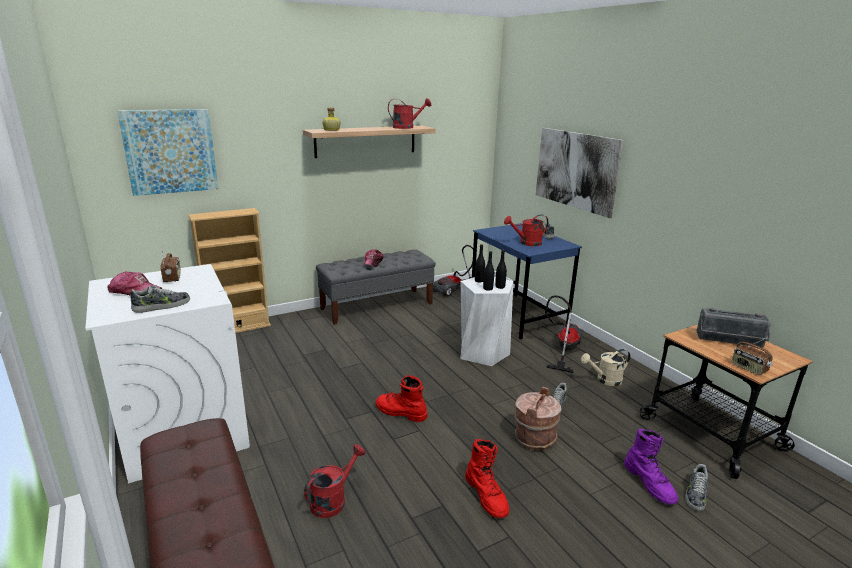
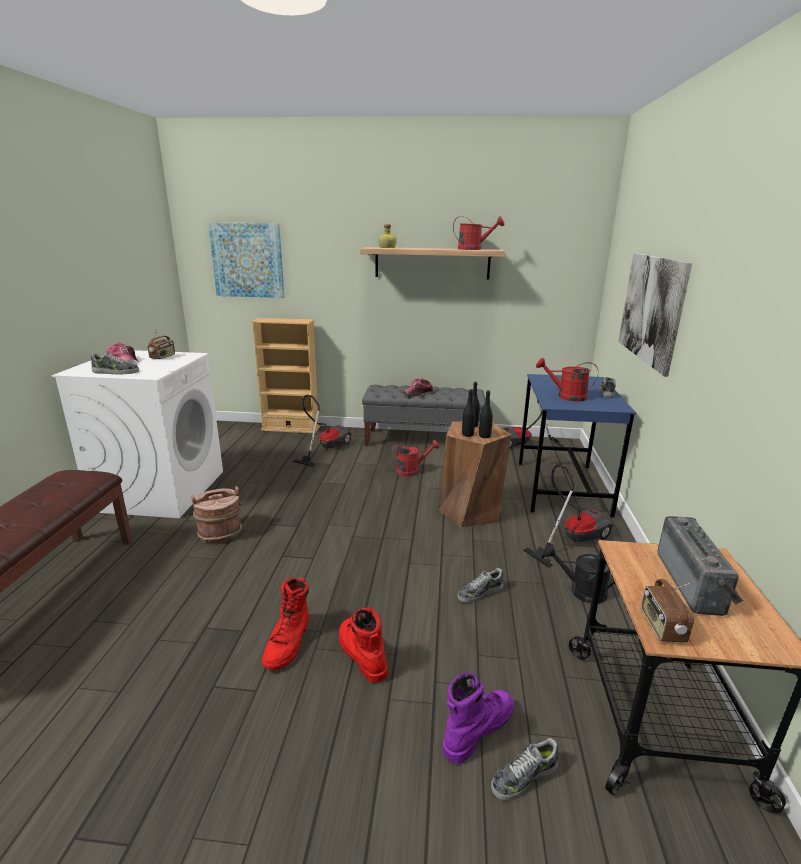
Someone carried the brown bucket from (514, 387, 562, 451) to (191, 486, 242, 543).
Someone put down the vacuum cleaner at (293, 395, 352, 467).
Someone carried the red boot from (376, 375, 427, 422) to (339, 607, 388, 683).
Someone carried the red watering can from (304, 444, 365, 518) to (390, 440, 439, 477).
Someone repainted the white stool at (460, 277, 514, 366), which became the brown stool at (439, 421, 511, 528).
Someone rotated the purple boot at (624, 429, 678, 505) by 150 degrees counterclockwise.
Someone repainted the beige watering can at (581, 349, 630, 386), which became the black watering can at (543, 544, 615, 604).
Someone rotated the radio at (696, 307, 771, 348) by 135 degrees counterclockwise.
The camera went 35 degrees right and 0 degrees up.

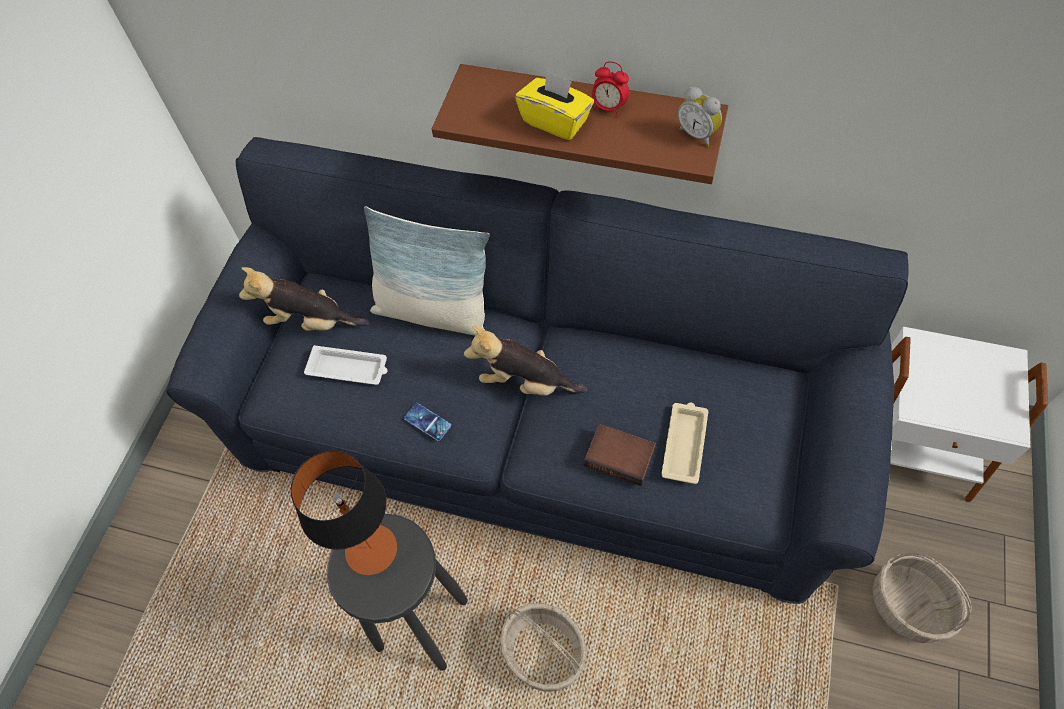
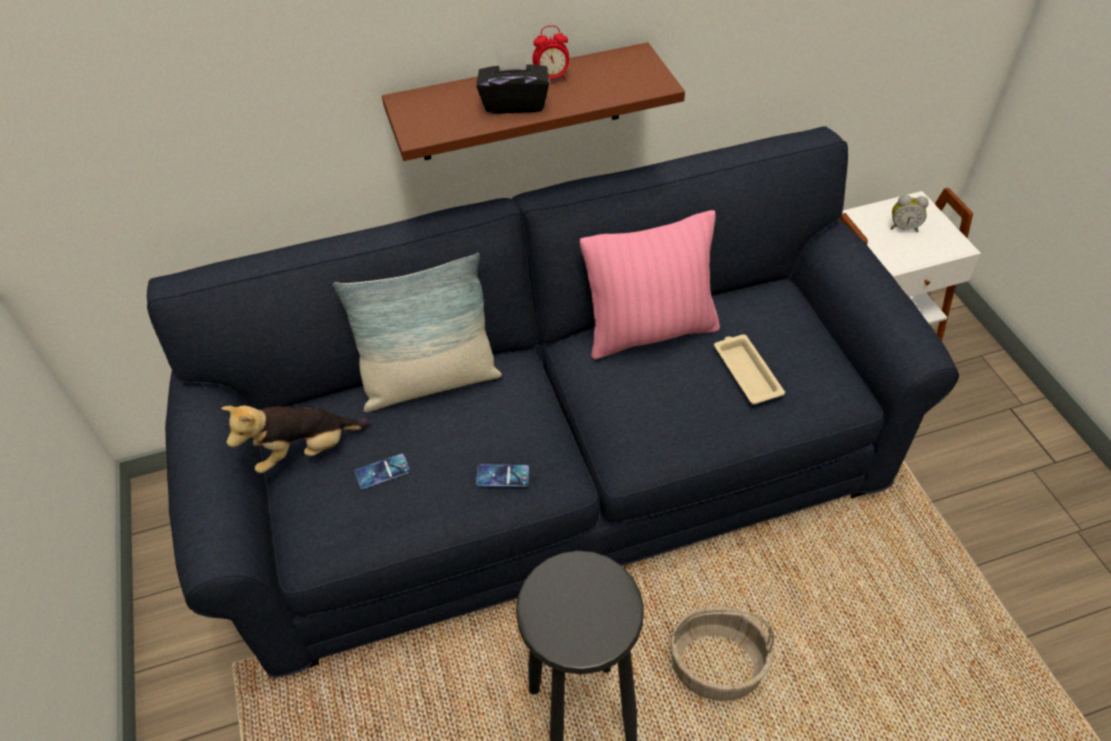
Someone swapped the white tray at (304, 345, 388, 385) for the phone at (355, 454, 410, 489).
Someone repainted the yellow tissue box at (515, 70, 594, 140), which became the black tissue box at (477, 50, 549, 114).
Someone put down the pink pillow at (580, 210, 720, 360).
Someone carried the alarm clock from (678, 87, 722, 146) to (890, 195, 929, 232).
Someone took away the table lamp at (291, 450, 397, 575).
Someone took away the plush toy at (464, 326, 587, 396).
Someone took away the book at (583, 424, 656, 486).
Someone took away the basket at (872, 552, 972, 643).
The camera went 35 degrees left and 10 degrees down.

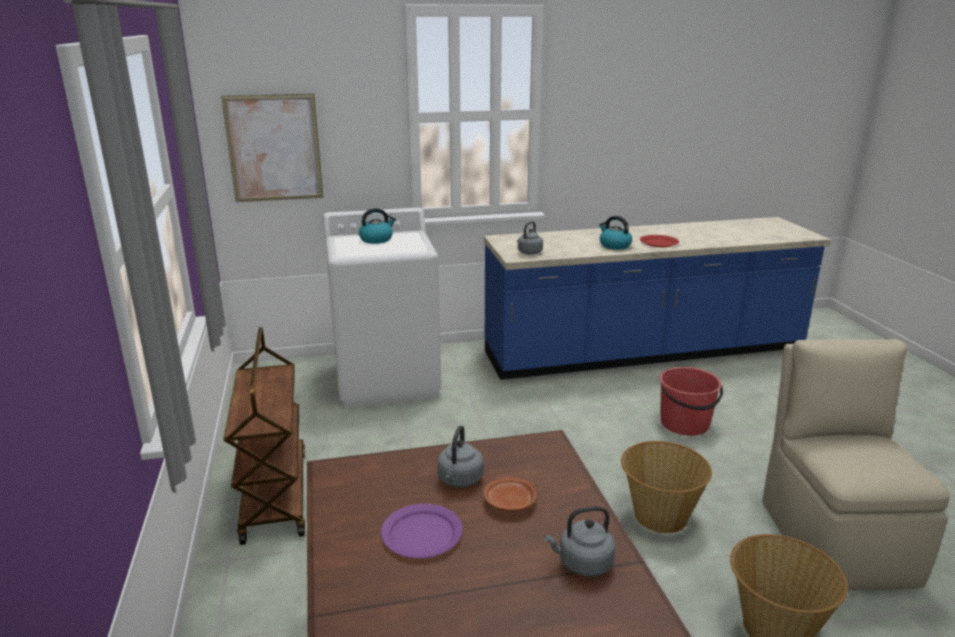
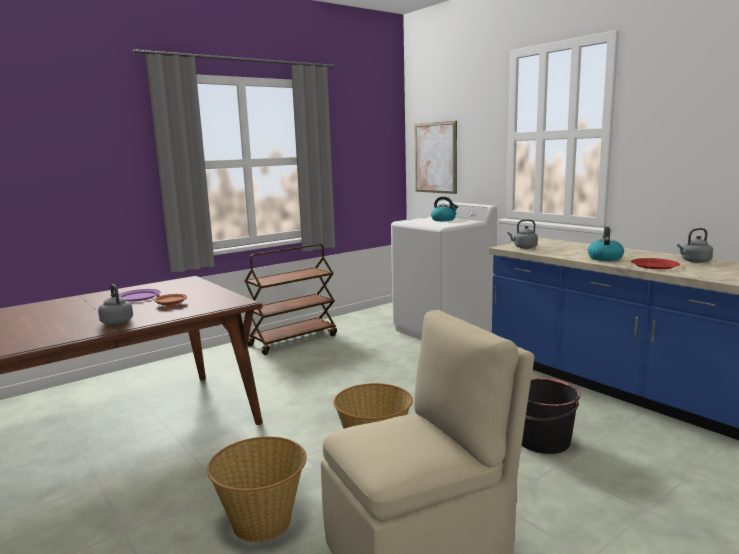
Someone repainted the red bucket at (659, 367, 723, 436), which became the black bucket at (522, 378, 580, 454).
Someone carried the grey kettle from (437, 425, 484, 488) to (677, 228, 713, 263).
The camera went 65 degrees right and 10 degrees down.

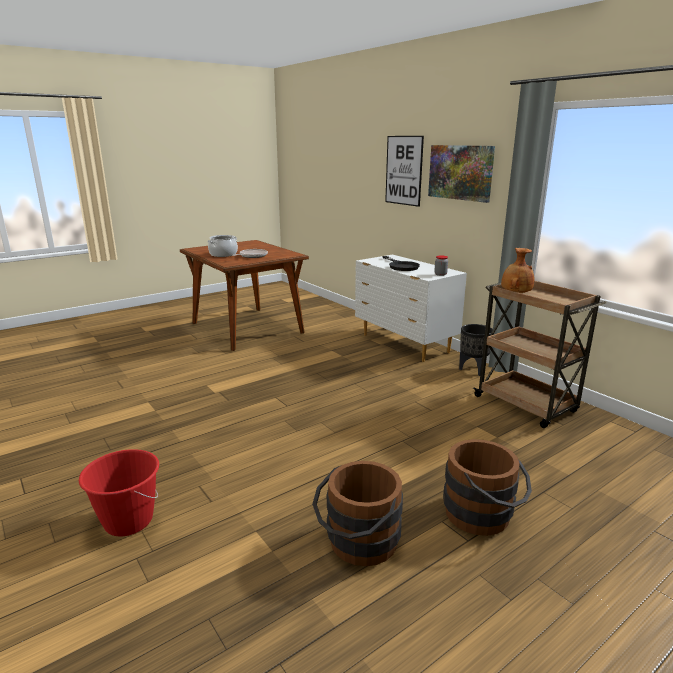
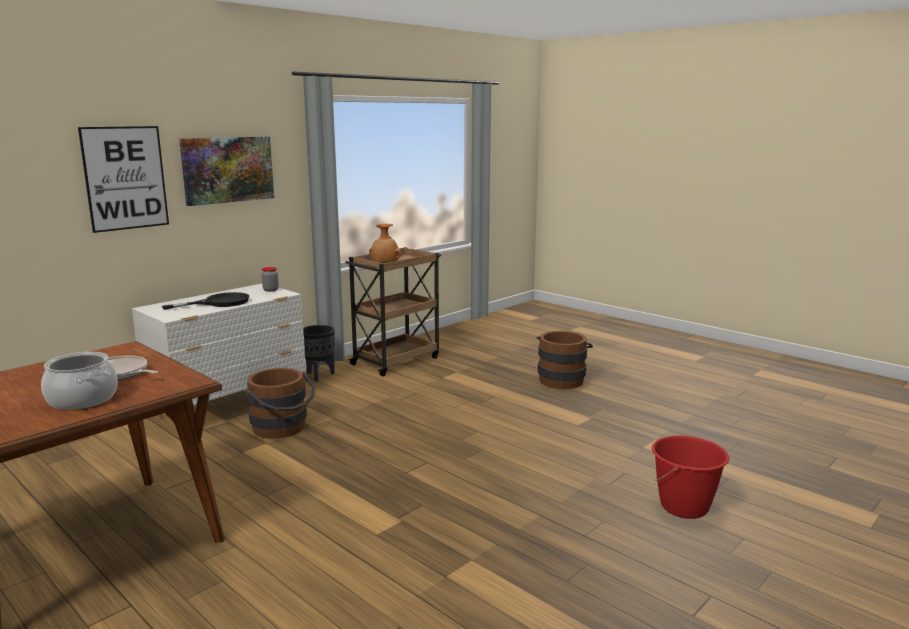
Someone carried the brown bucket from (312, 461, 403, 566) to (247, 368, 315, 439).
The camera went 100 degrees left and 5 degrees down.

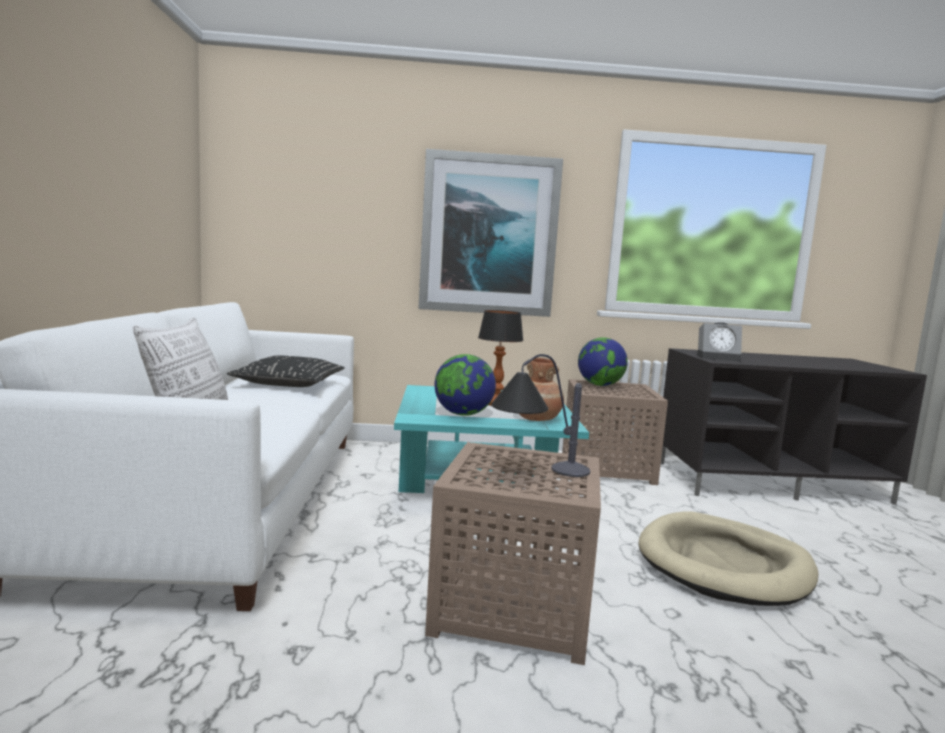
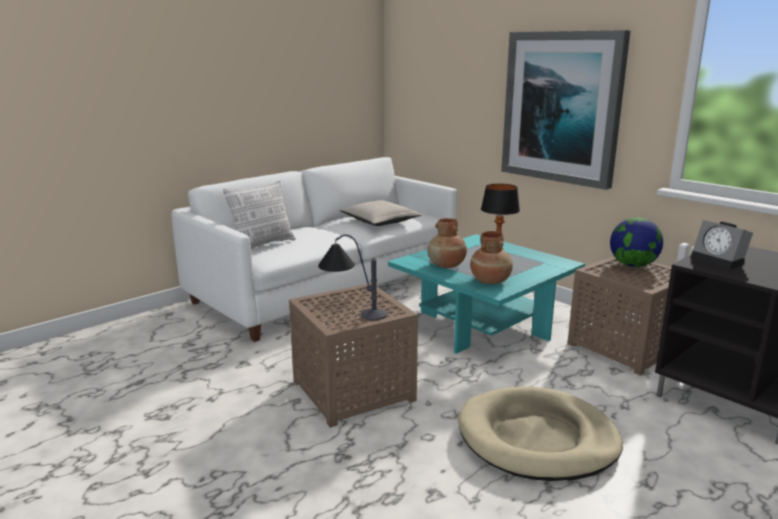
Someone repainted the black pillow at (227, 355, 345, 387), which became the beige pillow at (340, 200, 422, 226).
Someone swapped the globe at (434, 354, 496, 416) for the brown vase at (427, 218, 467, 268).
The camera went 50 degrees right and 10 degrees up.

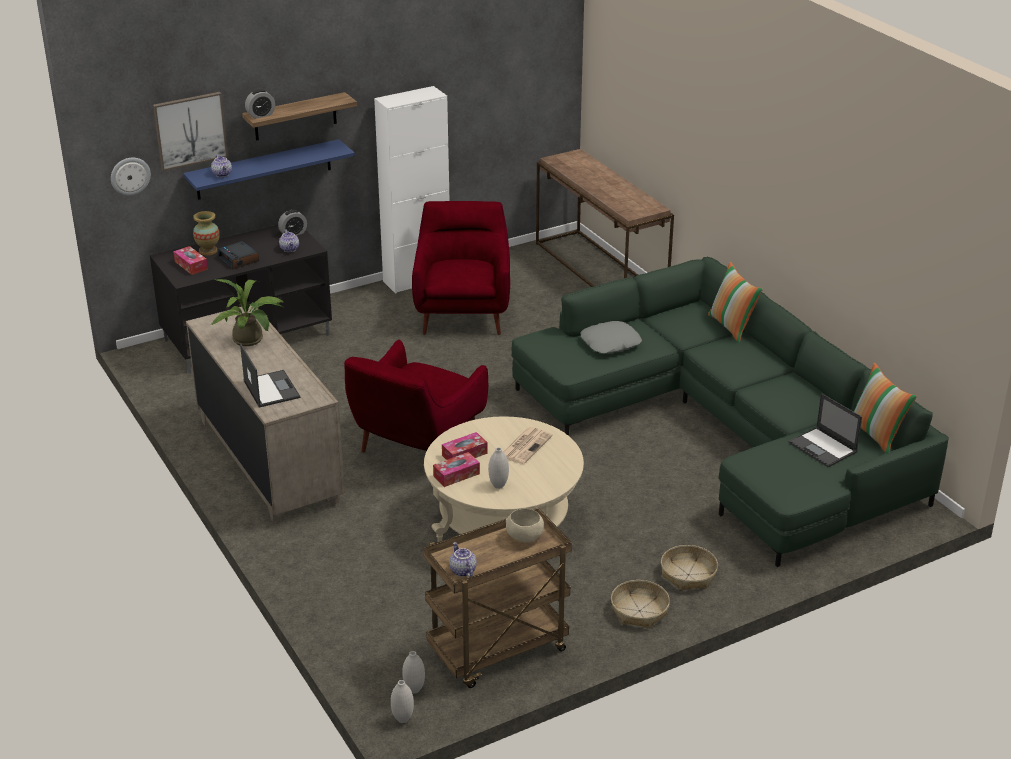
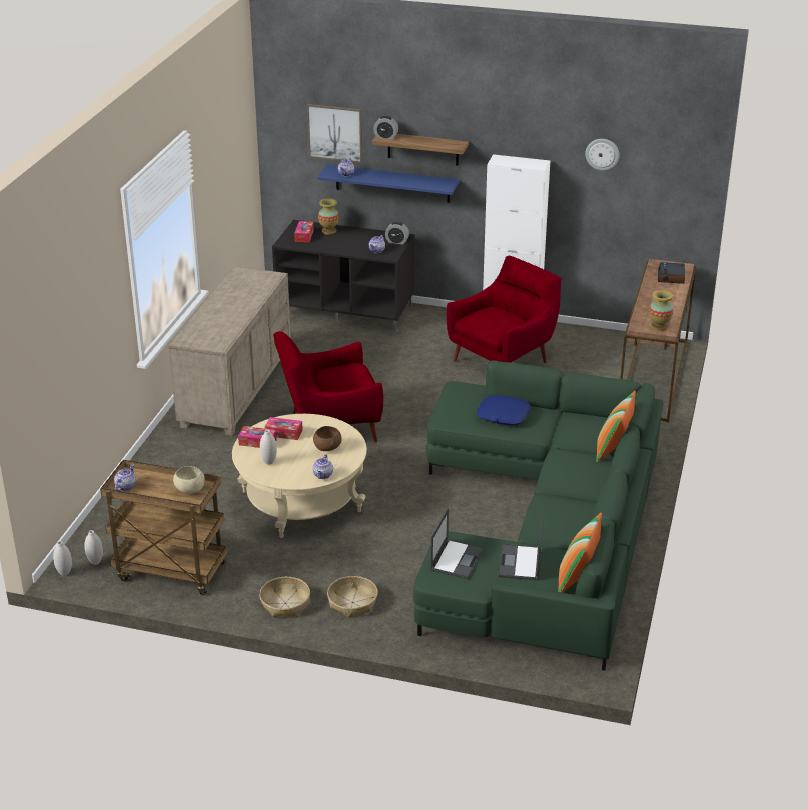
Someone swapped the newspaper at (503, 427, 553, 464) for the brown bowl at (313, 426, 342, 451).
Someone put down the teapot at (313, 454, 333, 479).
Someone carried the laptop from (240, 344, 300, 408) to (430, 508, 484, 579).
Someone repainted the grey pillow at (580, 321, 642, 354), which became the blue pillow at (477, 395, 531, 425).
Someone carried the wall clock from (111, 157, 151, 195) to (585, 139, 620, 171).
Someone put down the vase at (649, 290, 673, 331).
Someone carried the alarm clock from (217, 241, 259, 270) to (658, 262, 685, 284).
Someone took away the potted plant at (211, 279, 285, 346).
The camera went 45 degrees right and 0 degrees up.

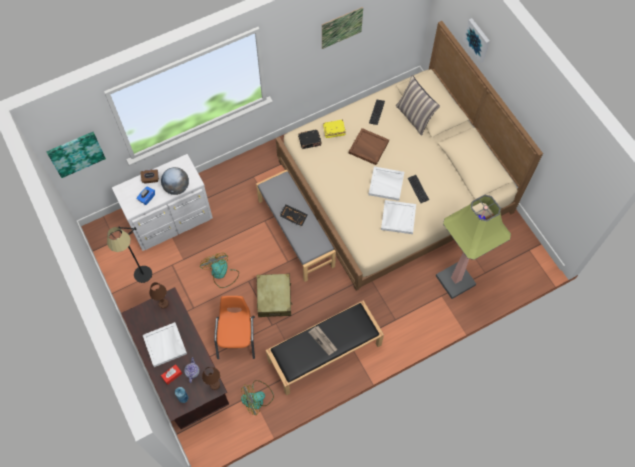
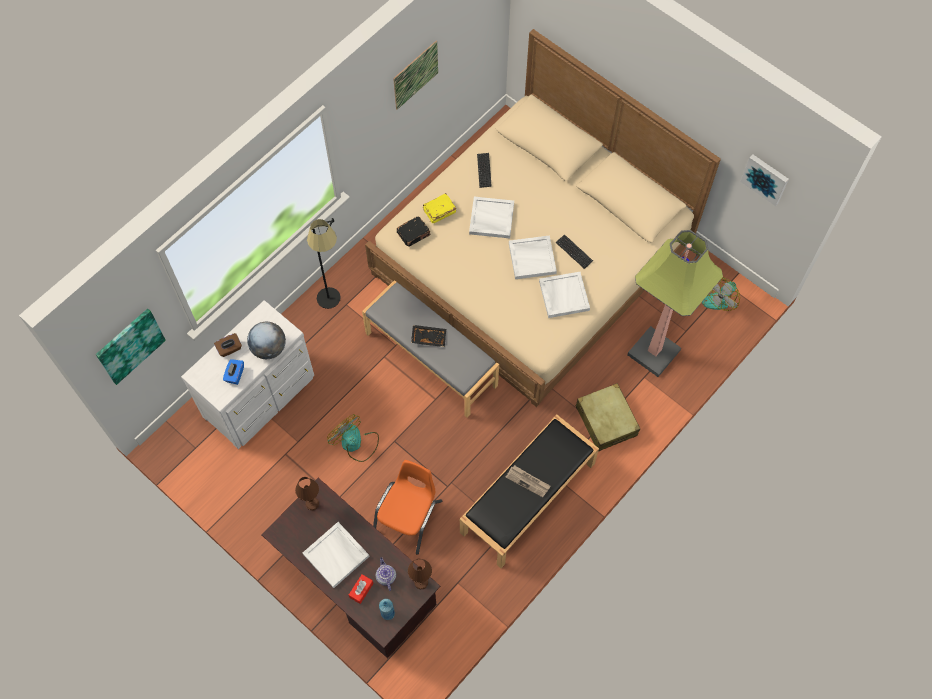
Someone carried the black floor lamp from (107, 227, 152, 283) to (307, 218, 341, 309).
Someone rotated the orange chair at (214, 296, 255, 359) by 45 degrees clockwise.
Someone repainted the brown tray at (349, 128, 389, 165), which became the white tray at (469, 197, 514, 238).
Someone carried the beige suitcase from (256, 274, 293, 317) to (576, 383, 640, 452).
Someone carried the fan from (241, 380, 274, 415) to (702, 277, 740, 311).
Someone carried the picture from (463, 18, 490, 63) to (741, 154, 789, 206).
Someone took away the pillow at (396, 75, 440, 136).
The camera went 20 degrees left and 0 degrees up.

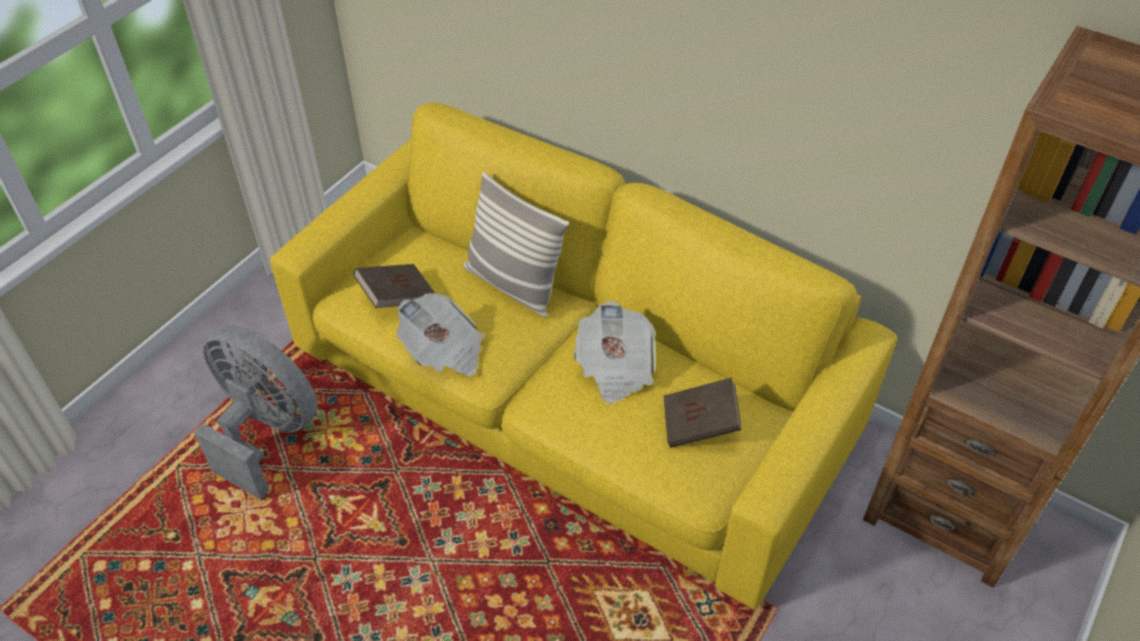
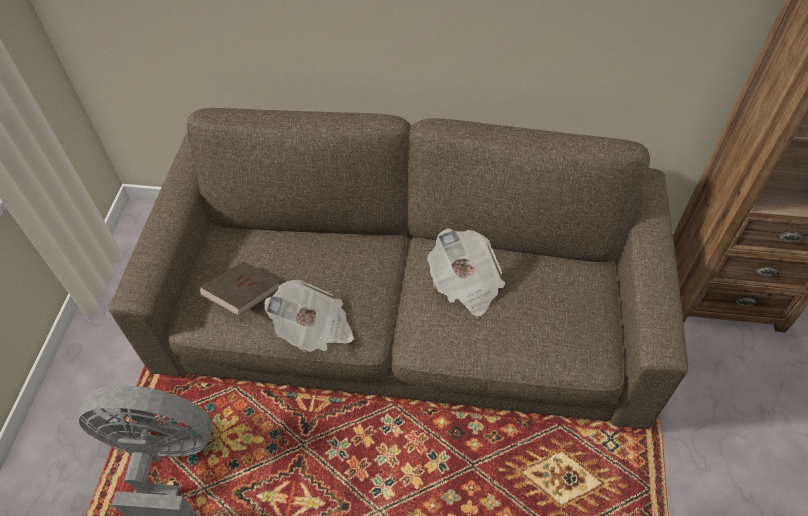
Someone repainted the yellow sofa at (270, 102, 897, 609), which became the brown sofa at (109, 108, 688, 429).
Someone took away the pillow at (463, 171, 569, 318).
Someone took away the brown book at (663, 378, 742, 448).
The camera went 25 degrees left and 5 degrees up.

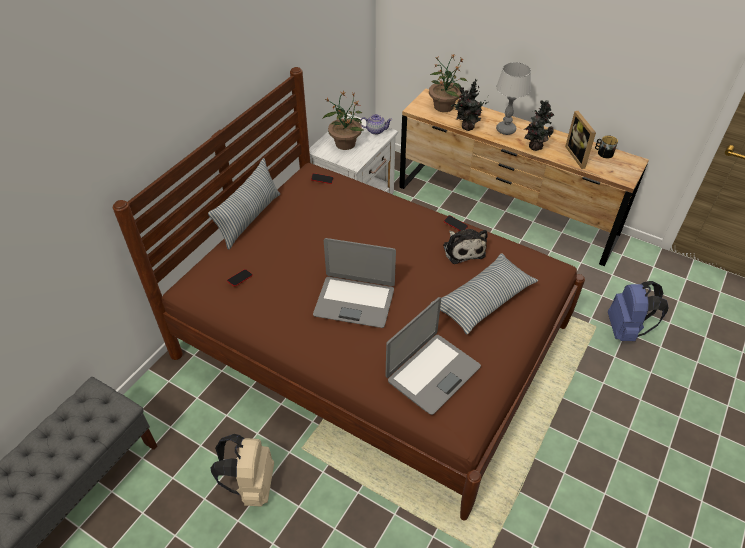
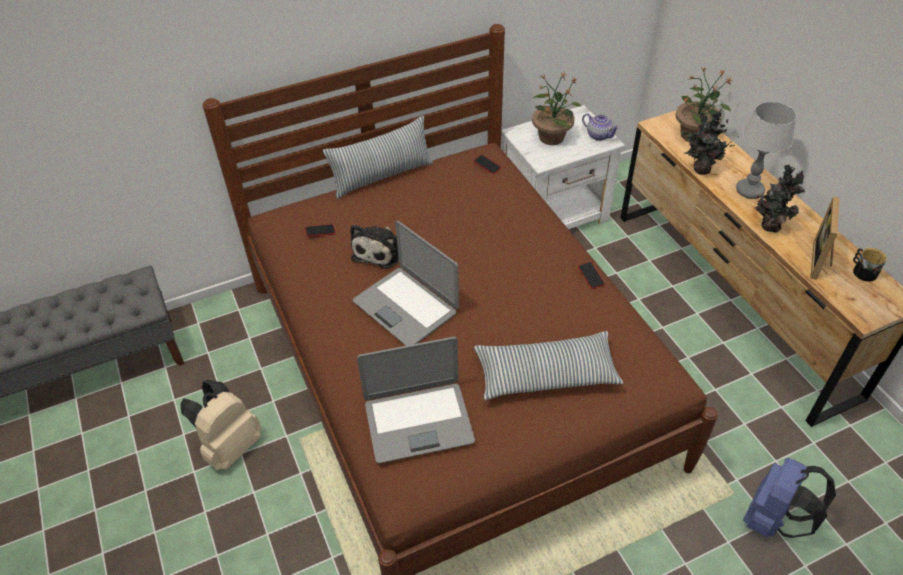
Someone carried the plush toy from (443, 229, 488, 264) to (350, 224, 399, 269).
The camera went 35 degrees right and 0 degrees up.

